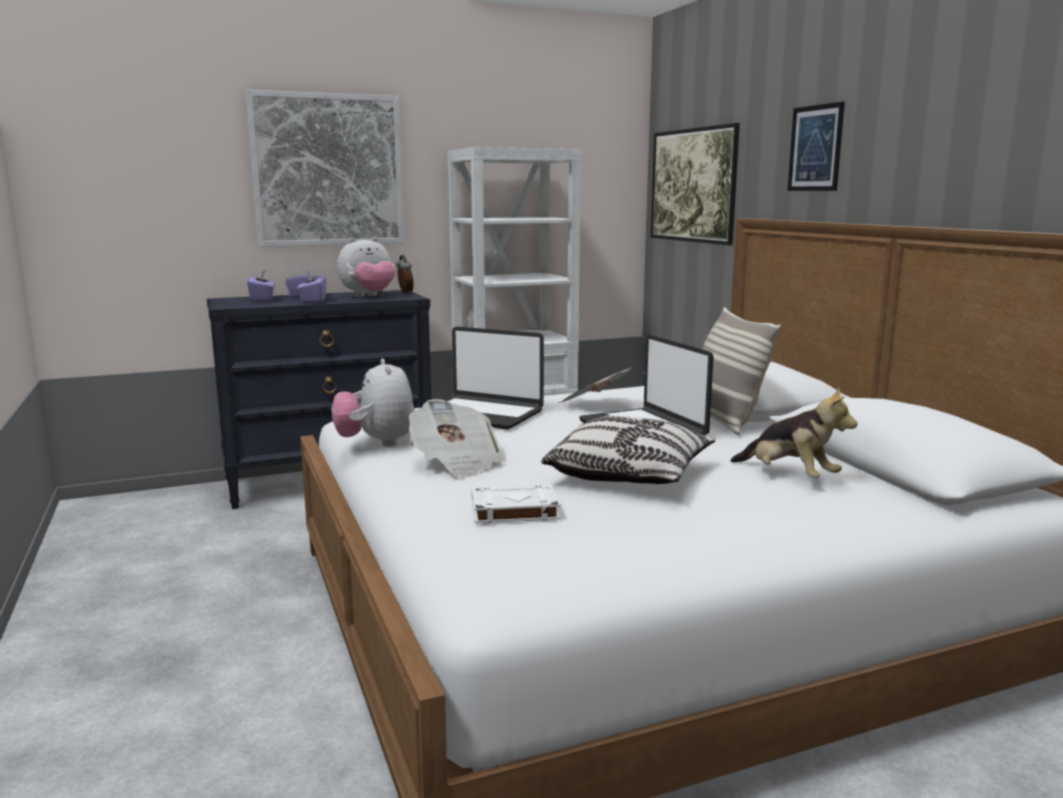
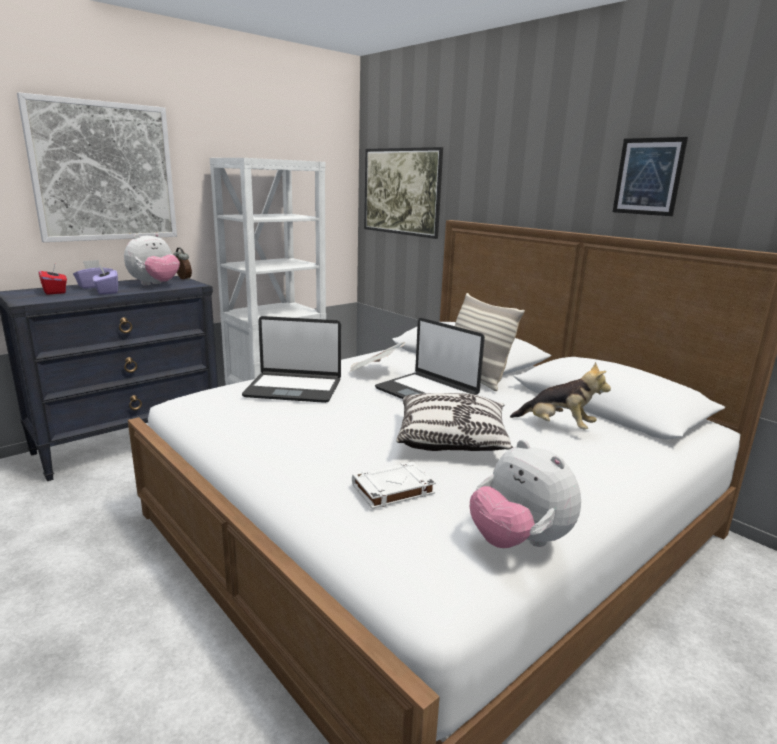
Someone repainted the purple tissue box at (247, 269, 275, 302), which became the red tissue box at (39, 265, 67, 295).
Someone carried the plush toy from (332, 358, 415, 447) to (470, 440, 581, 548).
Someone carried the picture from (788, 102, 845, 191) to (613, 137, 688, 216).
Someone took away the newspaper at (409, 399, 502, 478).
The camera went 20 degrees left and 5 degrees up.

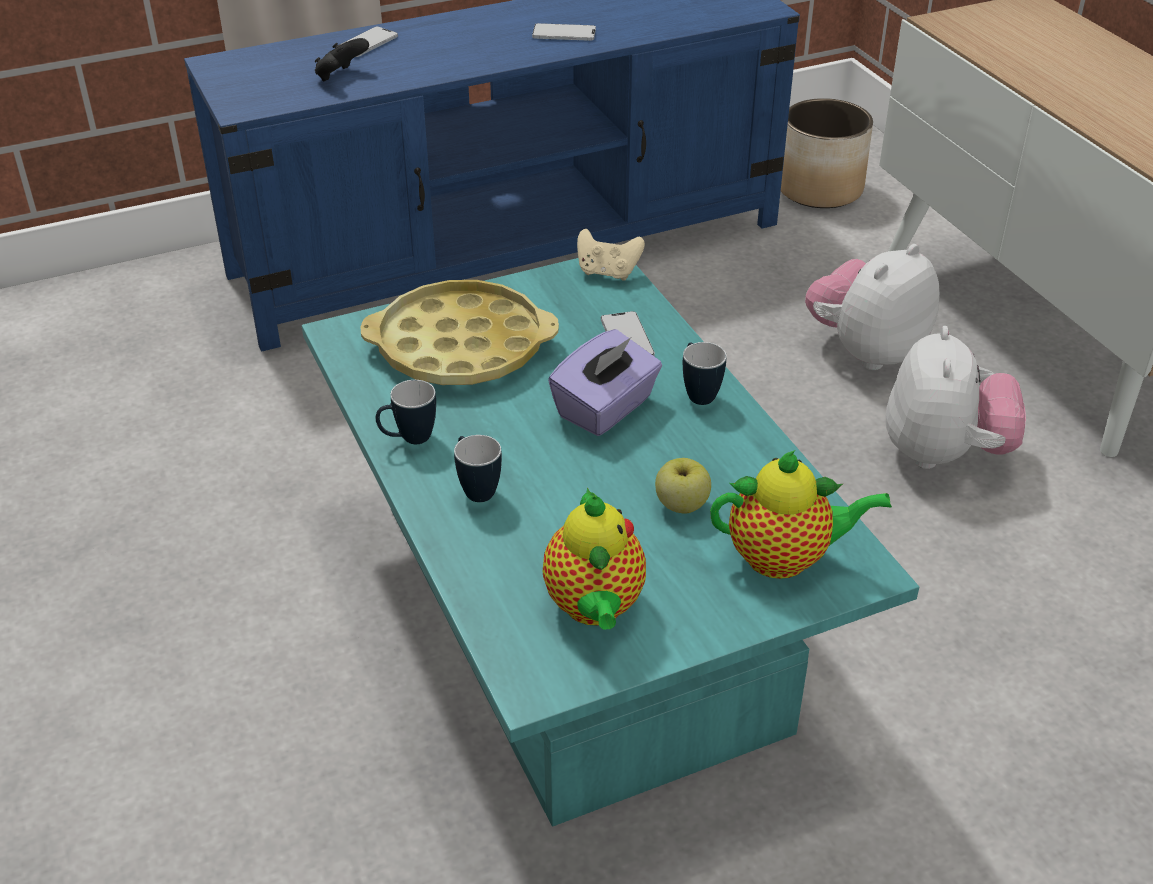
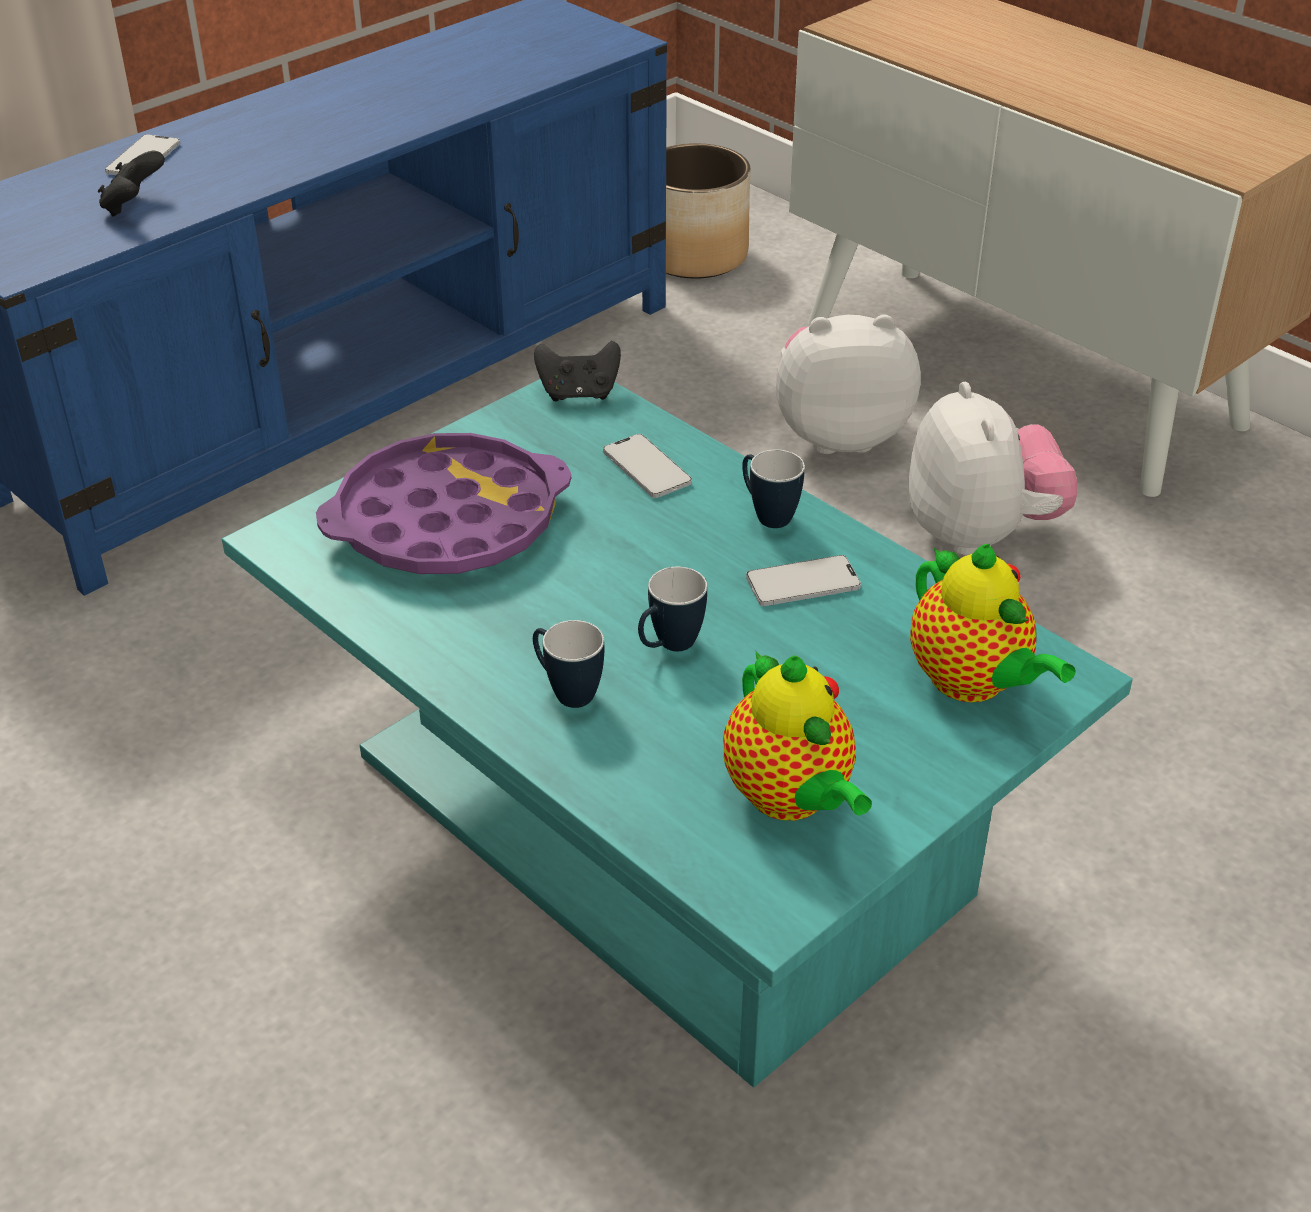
Someone repainted the yellow tray at (360, 280, 559, 385), which became the purple tray at (316, 433, 571, 574).
Someone repainted the beige game controller at (577, 229, 645, 281), which became the black game controller at (534, 341, 621, 402).
Someone carried the mug from (376, 380, 436, 444) to (638, 567, 707, 651).
Someone carried the phone from (532, 23, 596, 41) to (746, 555, 861, 606).
Someone rotated the plush toy at (805, 244, 940, 370) by 60 degrees clockwise.
Someone rotated the teapot at (710, 450, 892, 579) by 75 degrees clockwise.
Someone took away the purple tissue box at (548, 329, 662, 436).
Someone took away the apple at (655, 458, 711, 514).
The camera went 20 degrees left and 0 degrees up.

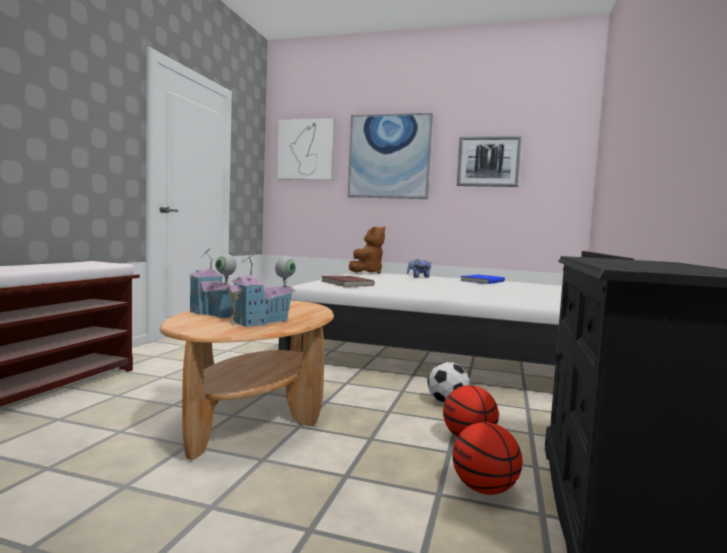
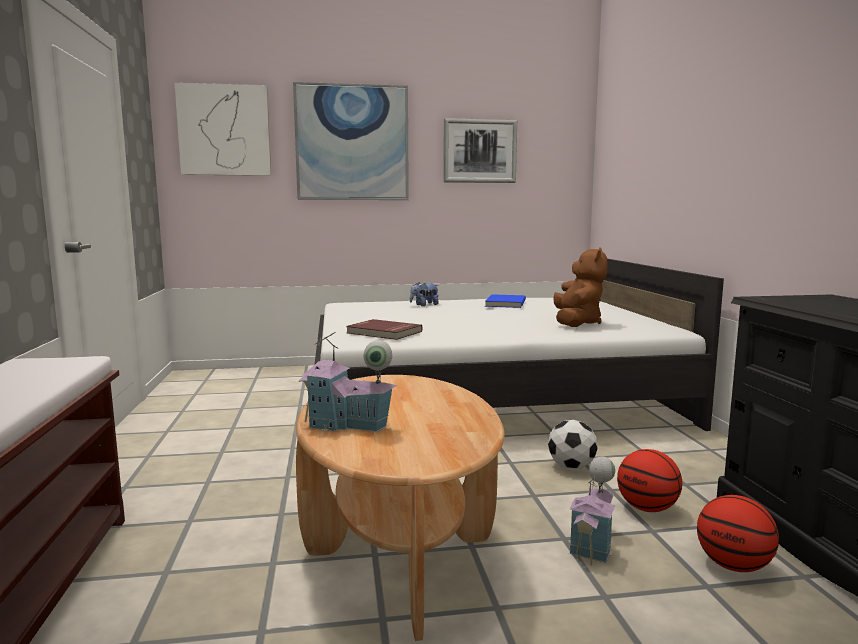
Someone carried the brown plush toy from (349, 226, 385, 274) to (554, 247, 608, 327).
Someone carried the toy house from (225, 253, 297, 327) to (569, 456, 616, 565).
The camera went 25 degrees left and 5 degrees up.

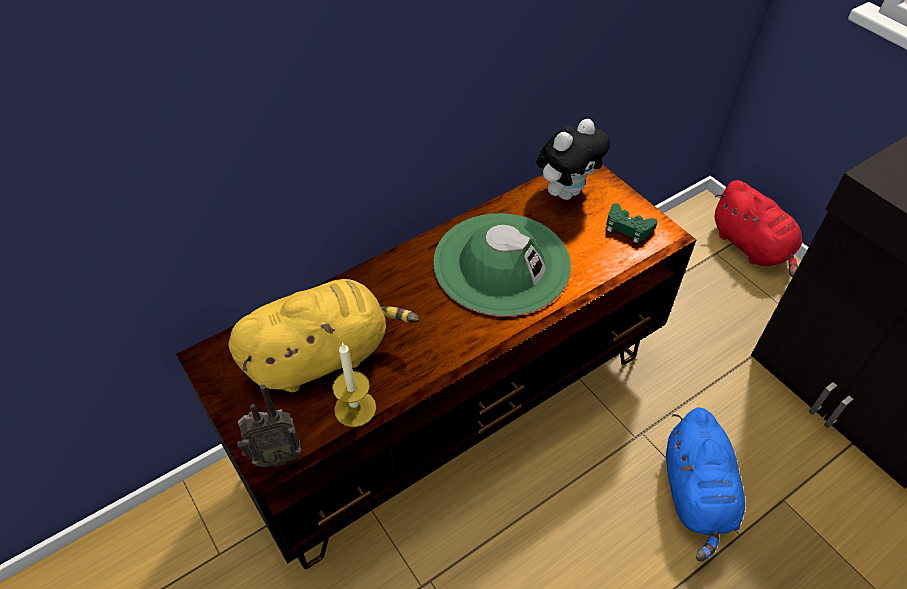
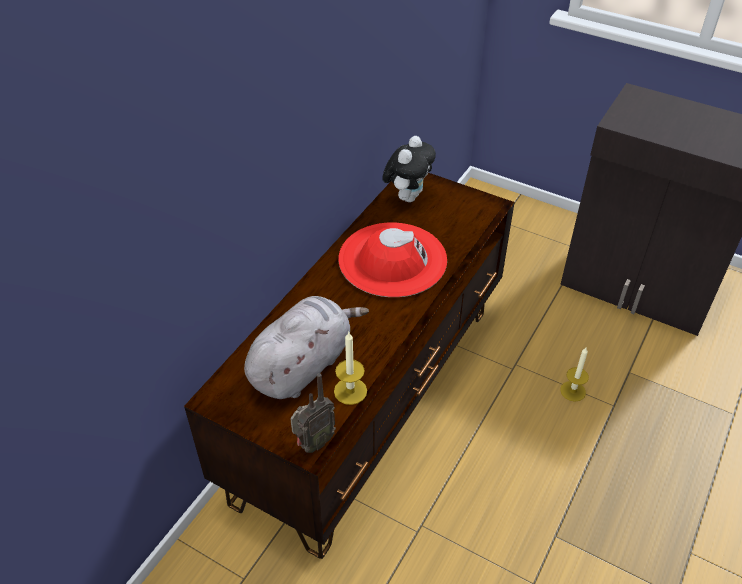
Someone repainted the yellow plush toy at (228, 279, 419, 392), which became the grey plush toy at (244, 296, 369, 399).
Someone repainted the green hat at (433, 213, 571, 316), which became the red hat at (338, 222, 447, 297).
Someone swapped the blue plush toy at (666, 407, 745, 562) for the candle at (560, 348, 589, 402).
Someone took away the green game controller at (606, 203, 658, 243).
Someone took away the red plush toy at (714, 180, 802, 277).
The camera went 25 degrees left and 5 degrees down.

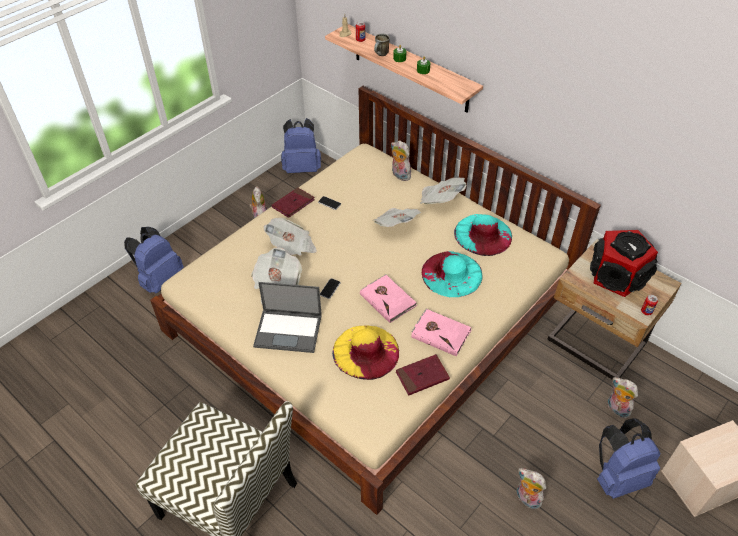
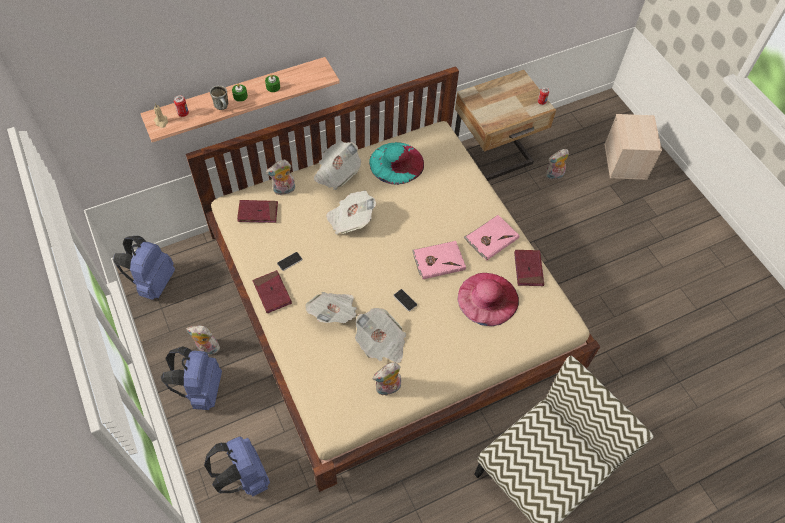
Someone carried the blue backpack from (597, 418, 660, 499) to (161, 346, 222, 410).
Someone put down the red book at (237, 200, 278, 223).
Someone carried the plush toy from (517, 468, 546, 509) to (373, 362, 401, 396).
Someone repainted the yellow hat at (332, 325, 399, 380), which became the pink hat at (458, 273, 519, 326).
Someone took away the laptop at (253, 282, 322, 353).
Someone took away the turquoise hat at (421, 251, 483, 298).
Someone took away the speaker at (590, 230, 658, 297).
The camera went 70 degrees left and 10 degrees up.

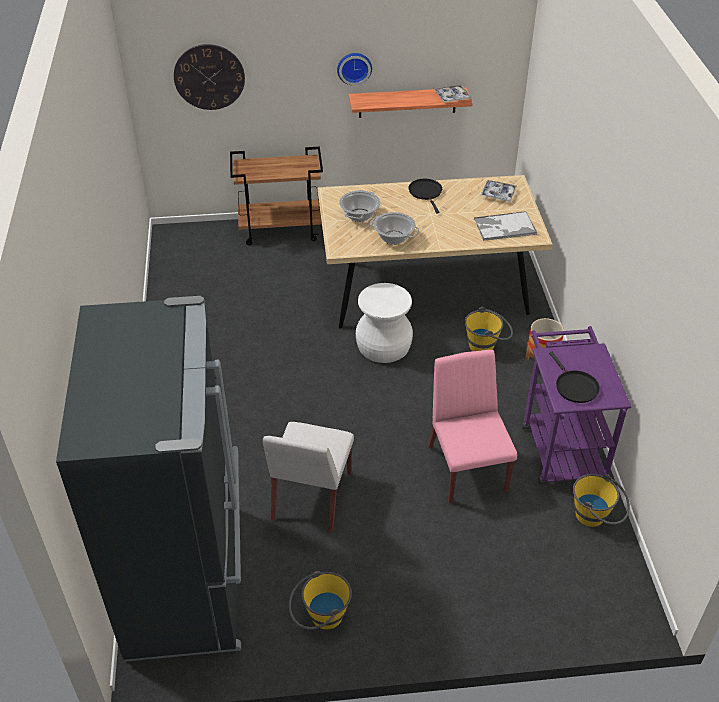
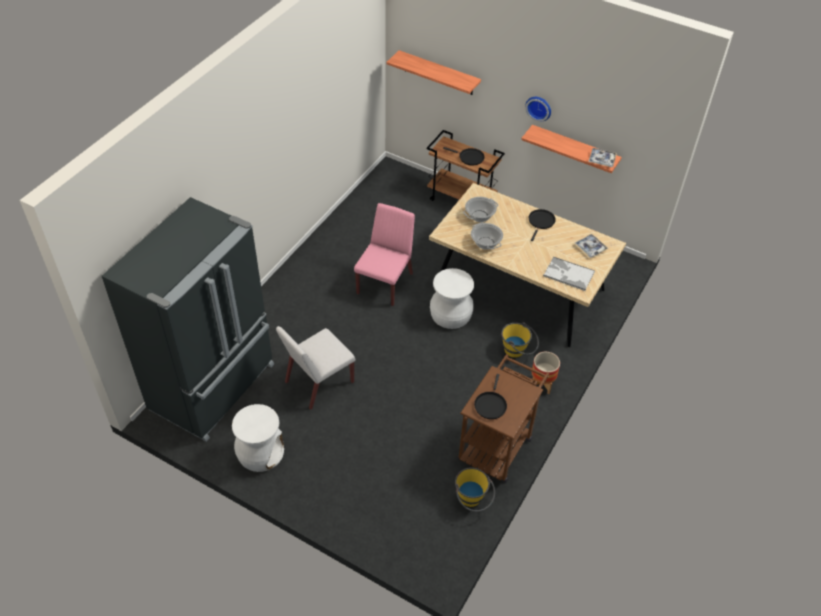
Someone swapped the yellow bucket at (289, 571, 352, 630) for the white stool at (232, 404, 284, 472).
Someone carried the pink chair from (428, 350, 517, 503) to (354, 203, 415, 306).
Someone swapped the wall clock at (174, 44, 245, 110) for the shelf at (386, 50, 481, 95).
Someone put down the black frying pan at (443, 147, 485, 165).
Someone repainted the purple cart at (522, 326, 631, 484), which became the brown cart at (458, 354, 549, 483).
The camera went 35 degrees right and 5 degrees up.

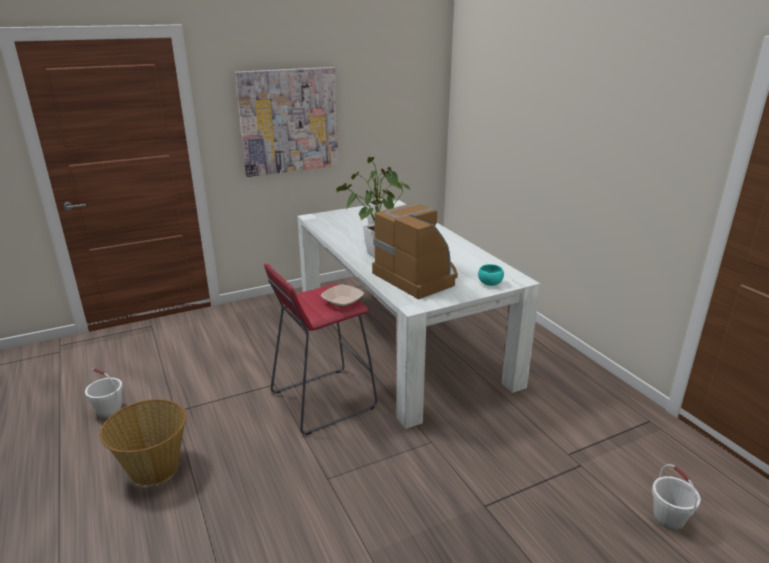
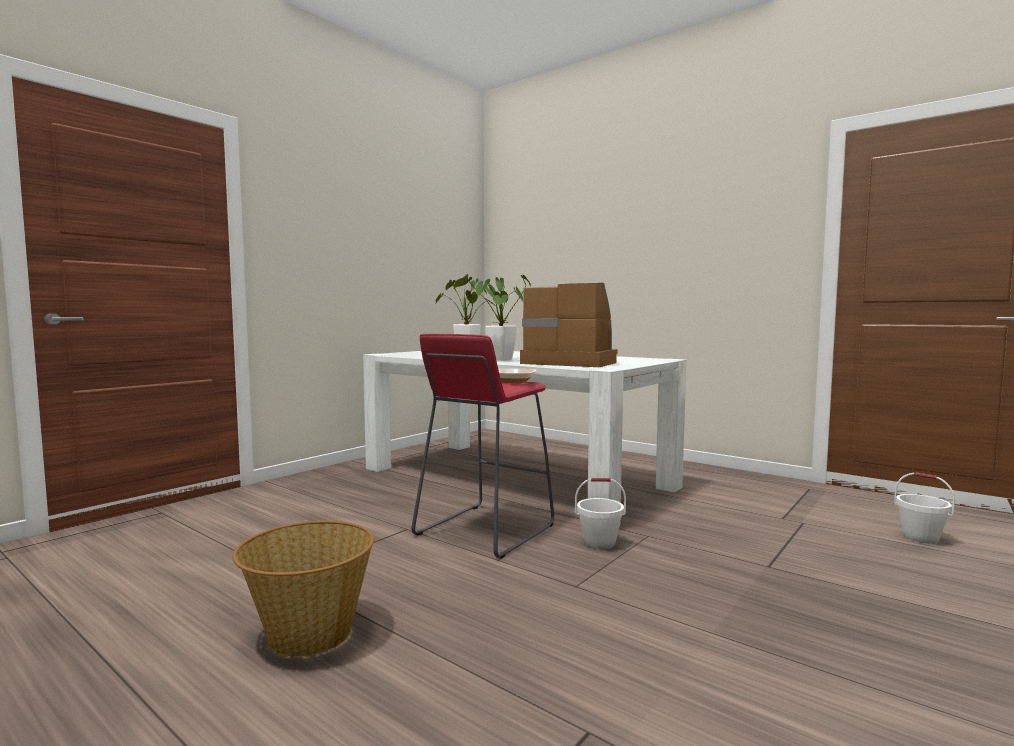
Someone carried the white bucket from (85, 368, 123, 418) to (575, 478, 626, 549).
Someone took away the picture at (235, 67, 339, 177).
Someone took away the turquoise bowl at (478, 264, 504, 286).
The camera went 25 degrees left and 20 degrees down.

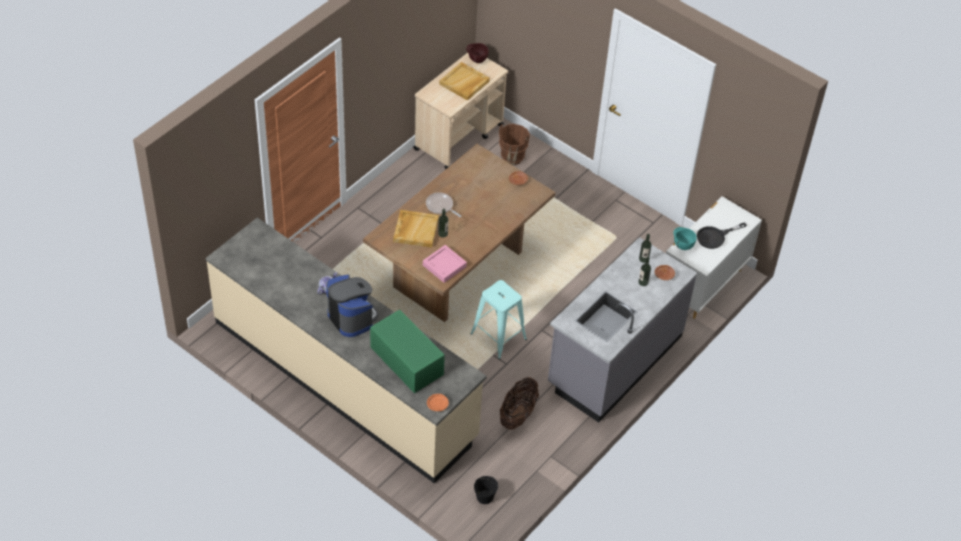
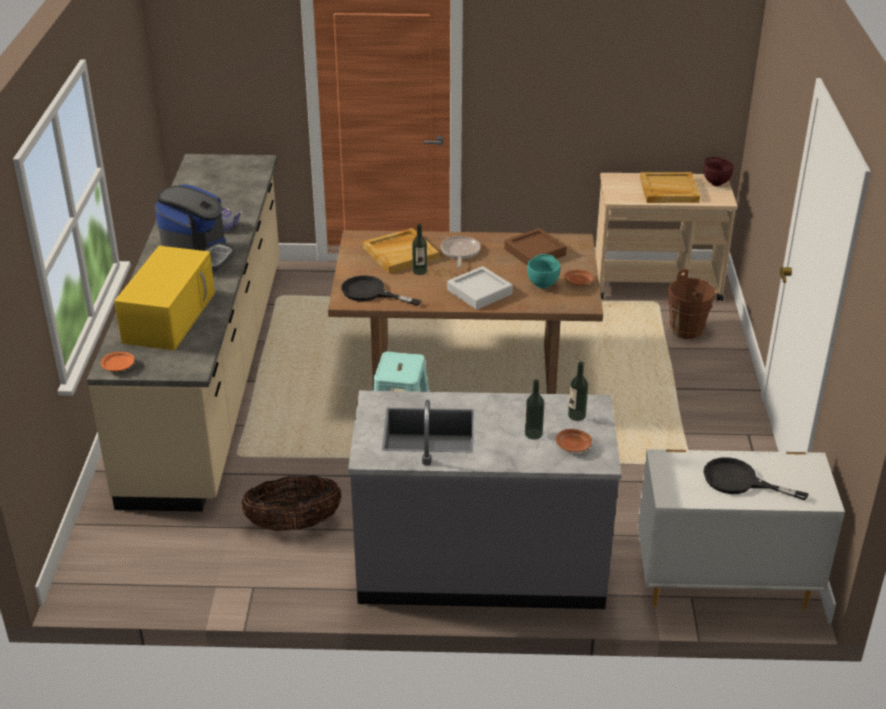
Someone repainted the green microwave at (370, 310, 445, 393), which became the yellow microwave at (114, 246, 215, 351).
Someone swapped the pink tray at (423, 245, 467, 283) for the black frying pan at (341, 276, 422, 306).
Someone put down the grey tray at (447, 266, 513, 310).
Someone put down the brown tray at (504, 228, 567, 265).
Someone carried the turquoise bowl from (674, 227, 697, 250) to (527, 254, 560, 289).
Someone took away the black bucket at (474, 476, 498, 504).
The camera went 55 degrees right and 15 degrees down.

